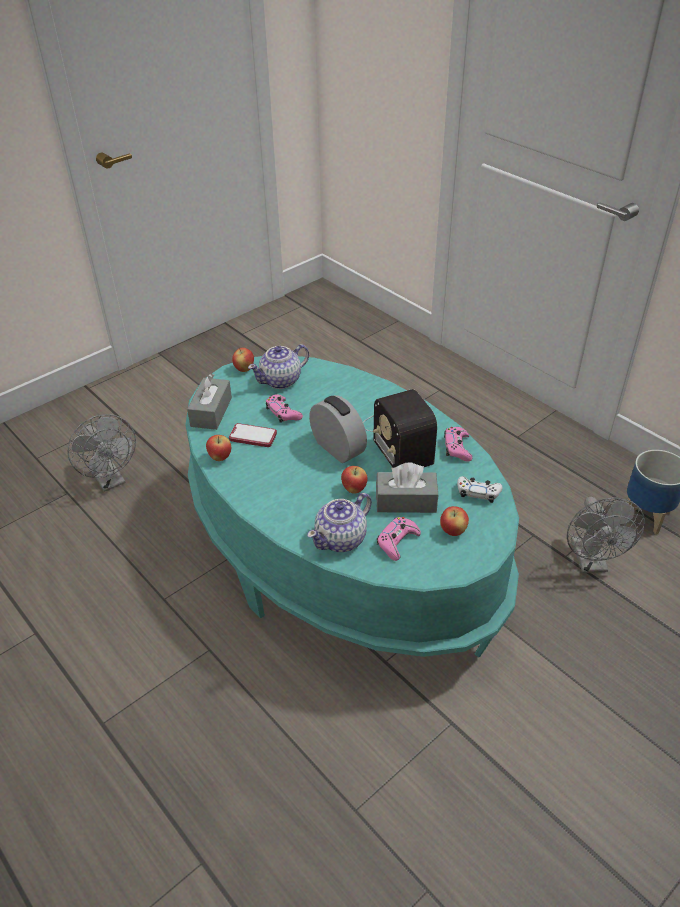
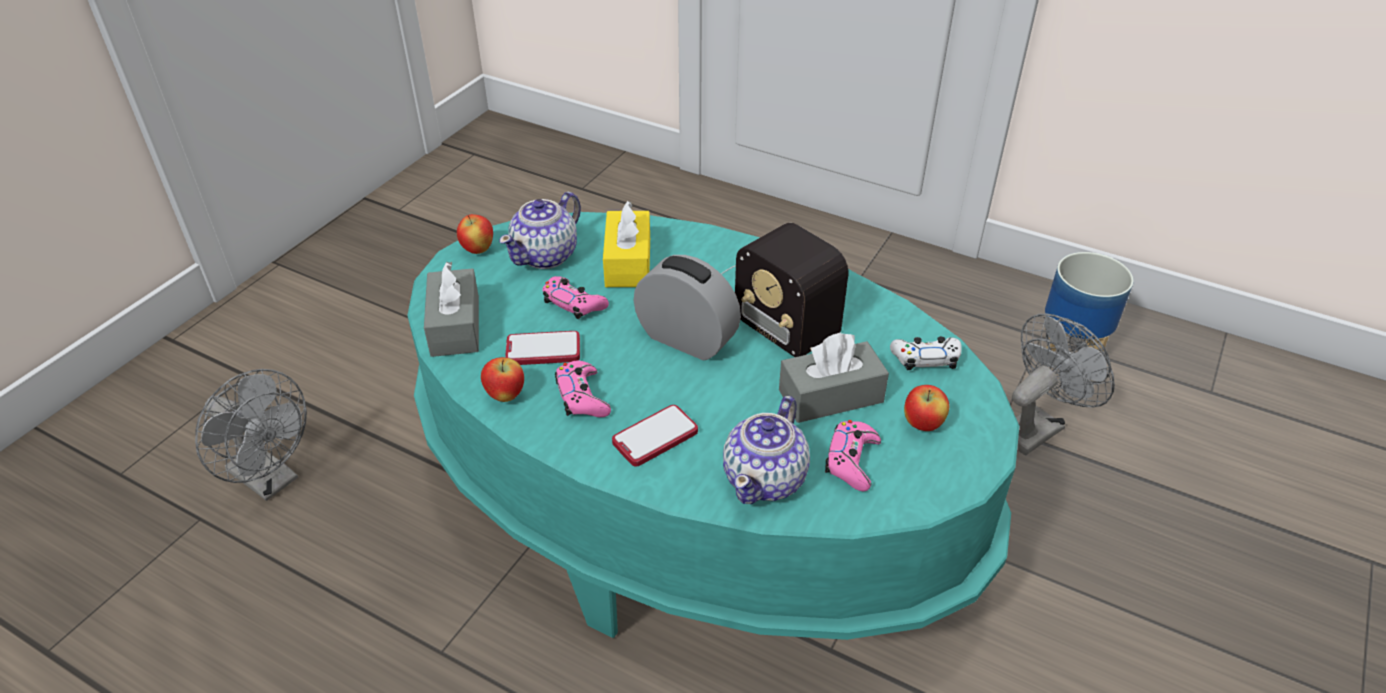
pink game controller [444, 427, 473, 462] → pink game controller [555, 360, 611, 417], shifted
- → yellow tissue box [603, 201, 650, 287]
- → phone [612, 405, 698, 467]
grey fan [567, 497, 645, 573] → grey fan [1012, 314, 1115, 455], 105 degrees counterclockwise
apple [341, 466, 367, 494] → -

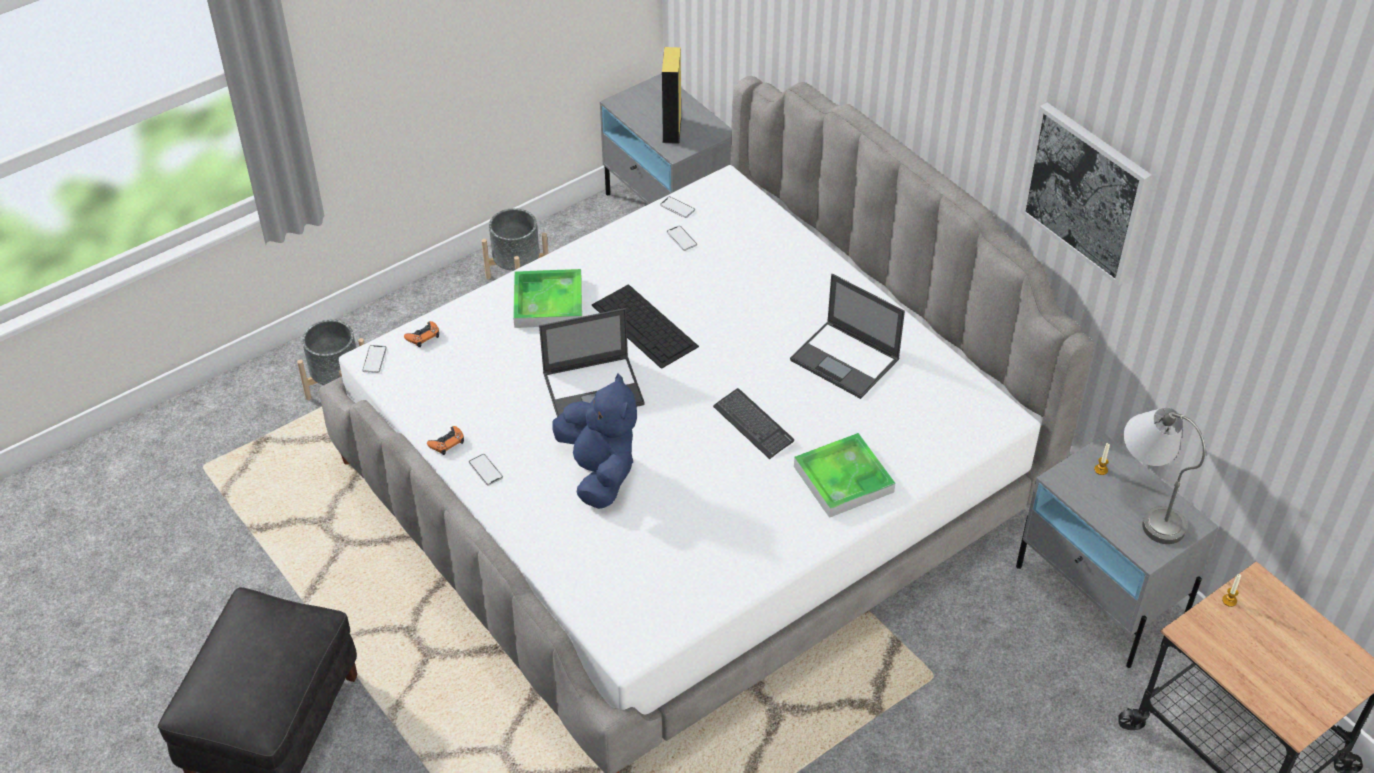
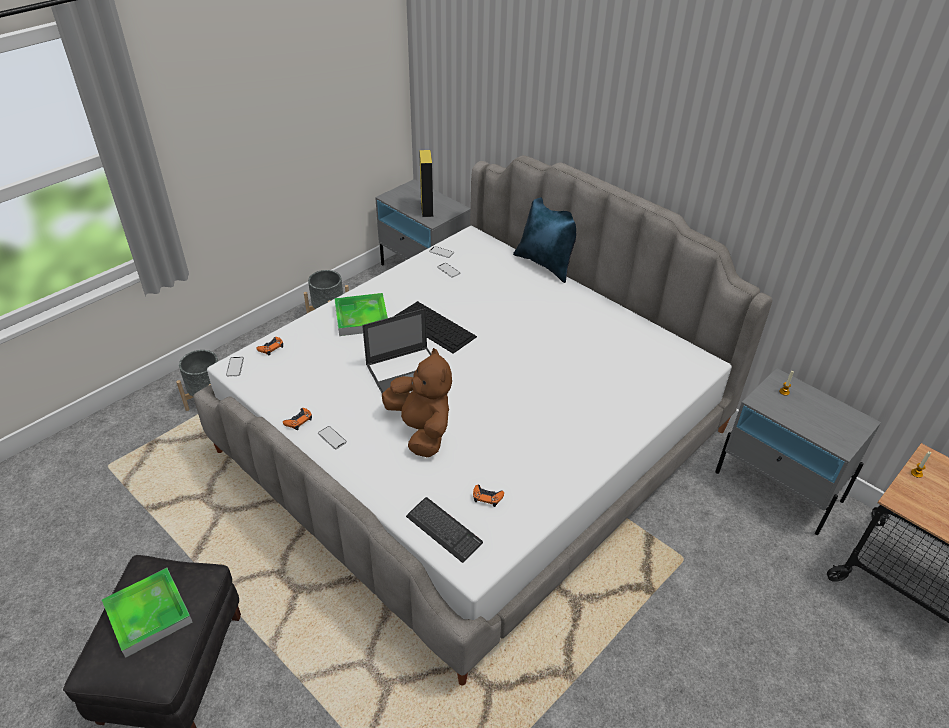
tray [794, 433, 895, 518] → tray [102, 568, 192, 658], shifted
blue plush toy [552, 374, 637, 509] → brown plush toy [382, 348, 452, 457]
keyboard [713, 388, 794, 459] → keyboard [406, 497, 483, 563], shifted
- → orange game controller [473, 485, 504, 507]
- → blue pillow [513, 197, 576, 283]
laptop [790, 274, 905, 399] → -
picture [1020, 102, 1152, 286] → -
grey table lamp [1124, 407, 1206, 544] → -

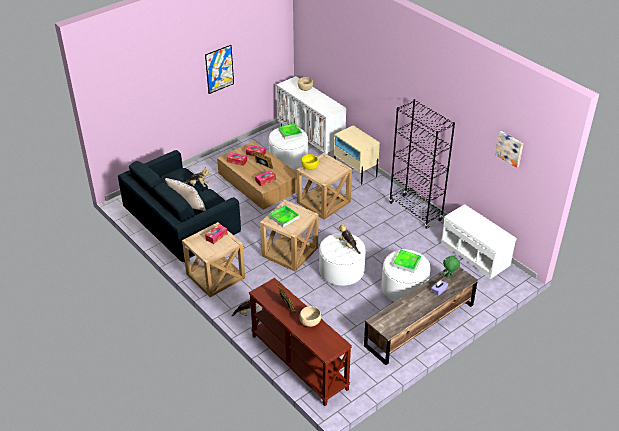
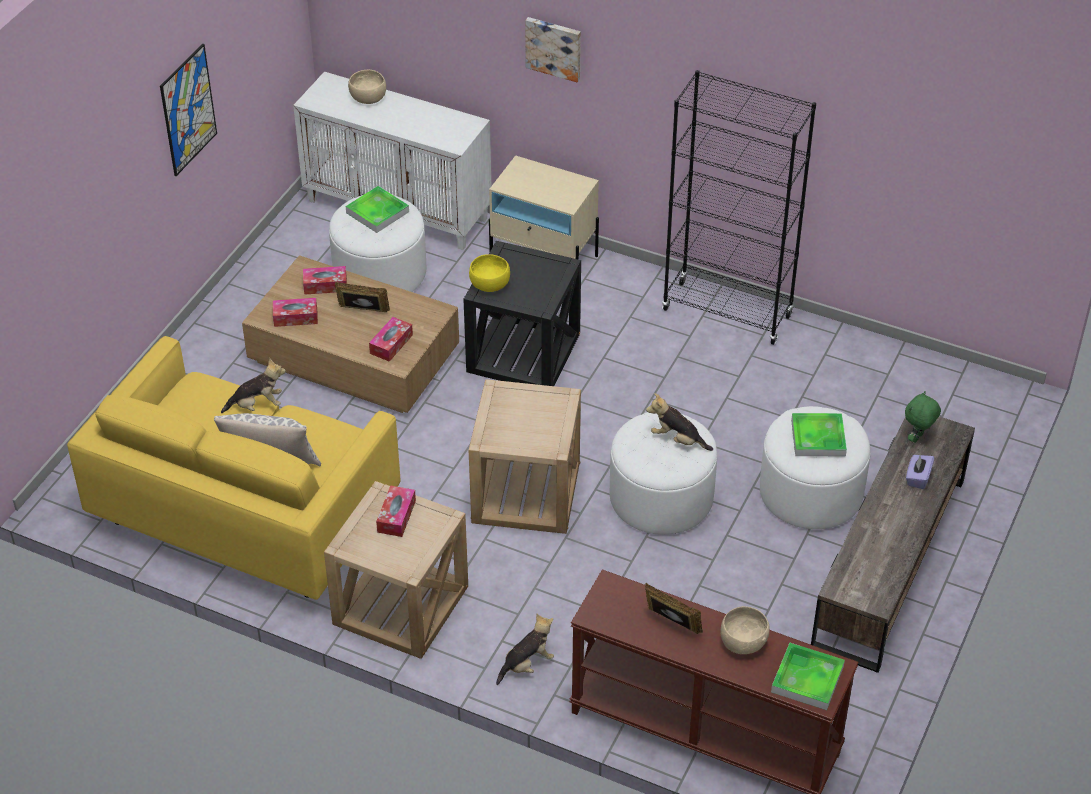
blue sofa [118, 150, 241, 263] → yellow sofa [67, 336, 401, 600]
beige side table [297, 153, 352, 220] → black side table [463, 241, 581, 386]
picture [495, 131, 523, 168] → picture [525, 17, 581, 82], shifted
tray [269, 205, 299, 228] → tray [771, 643, 845, 710], shifted
white bench [441, 204, 517, 279] → -

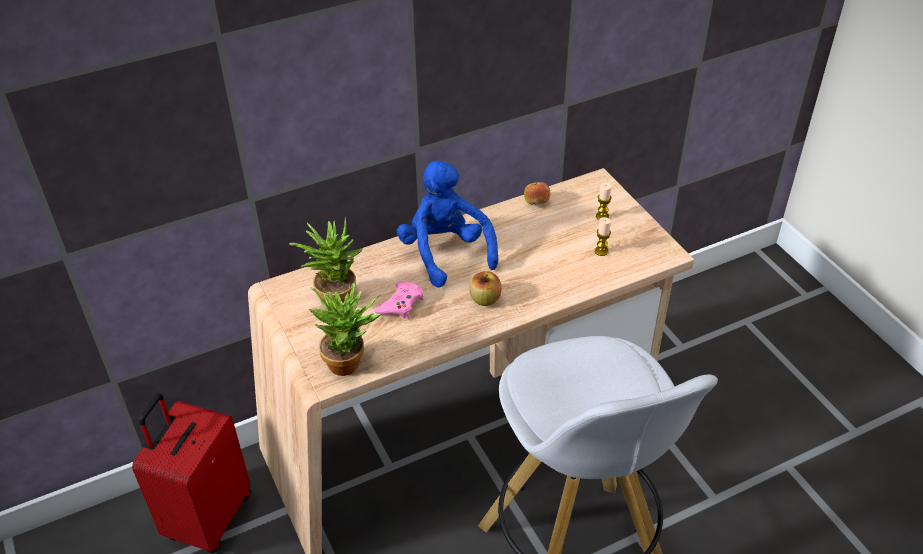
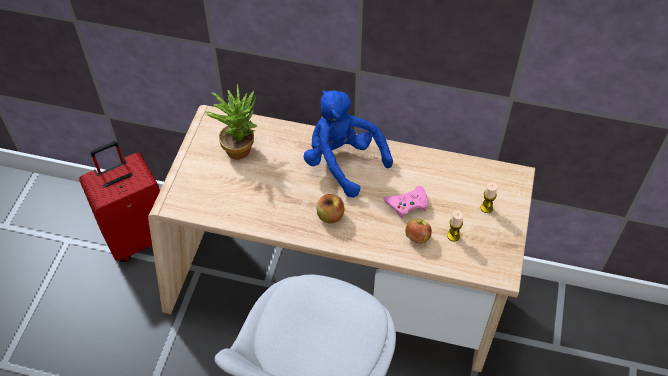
blue plush toy [397, 161, 498, 288] → blue plush toy [304, 90, 393, 198], 60 degrees counterclockwise
pink game controller [374, 281, 424, 319] → pink game controller [384, 186, 428, 219], shifted
apple [524, 181, 551, 205] → apple [405, 219, 432, 244], shifted
potted plant [309, 282, 381, 376] → -

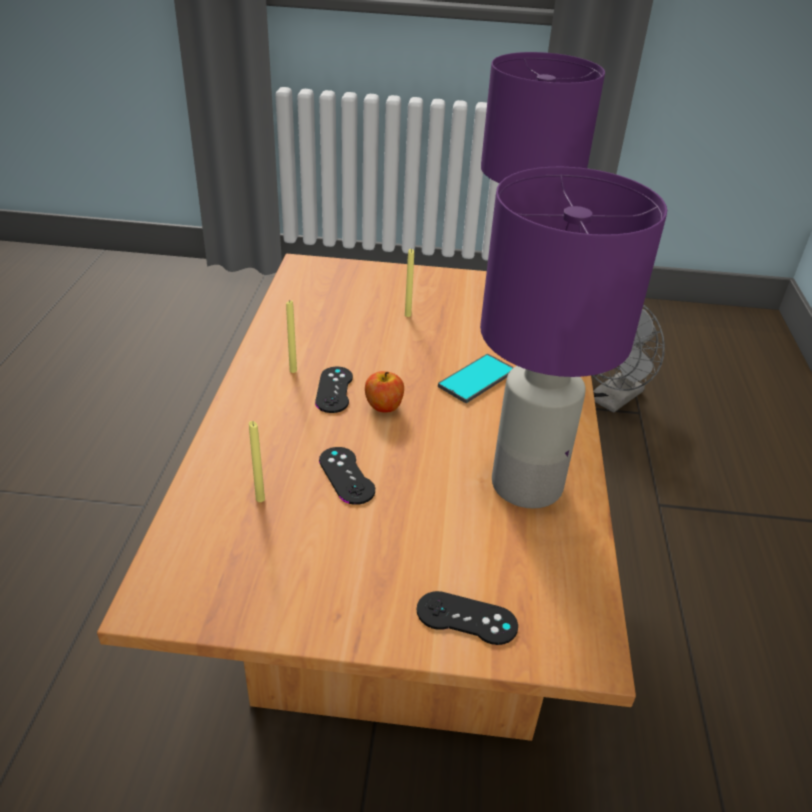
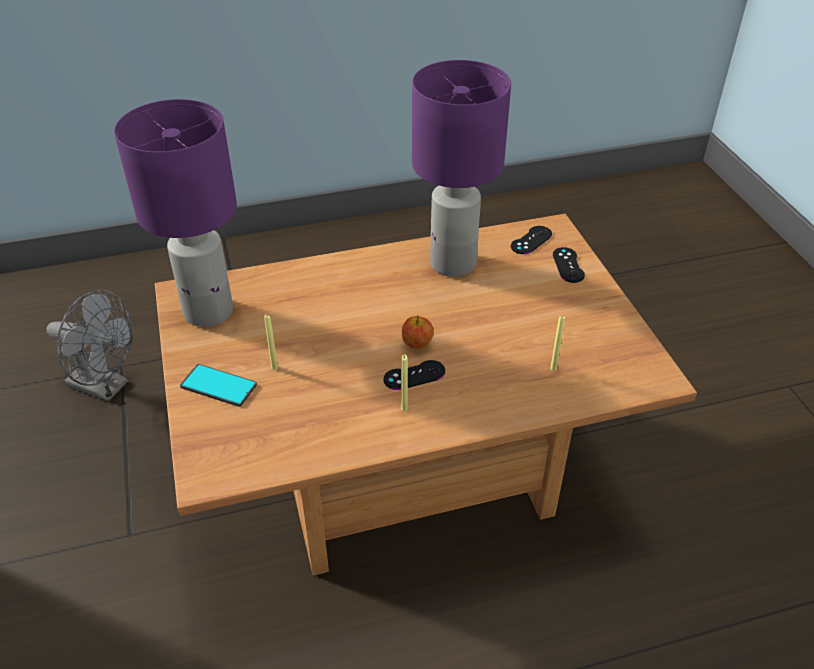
phone [438, 354, 514, 403] → phone [180, 364, 257, 407], shifted
black game controller [319, 447, 375, 505] → black game controller [511, 226, 552, 254], shifted

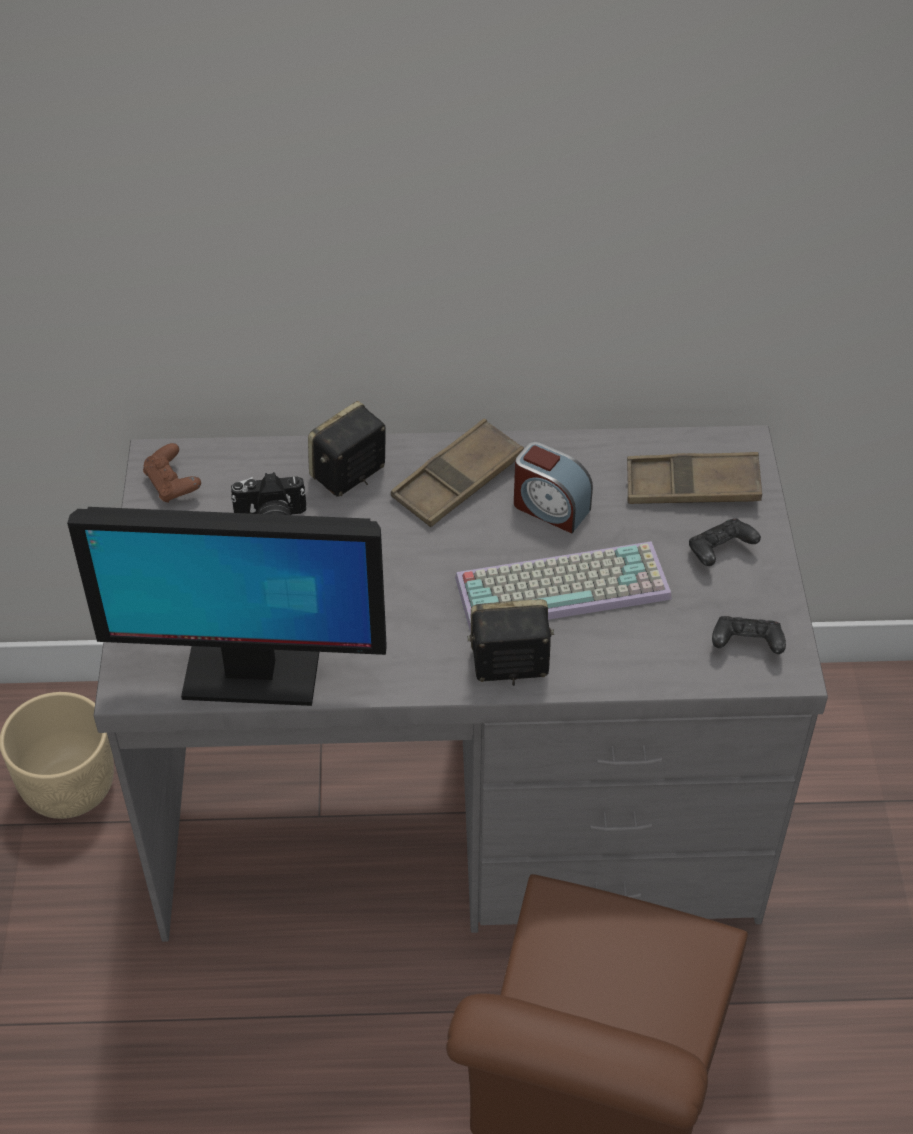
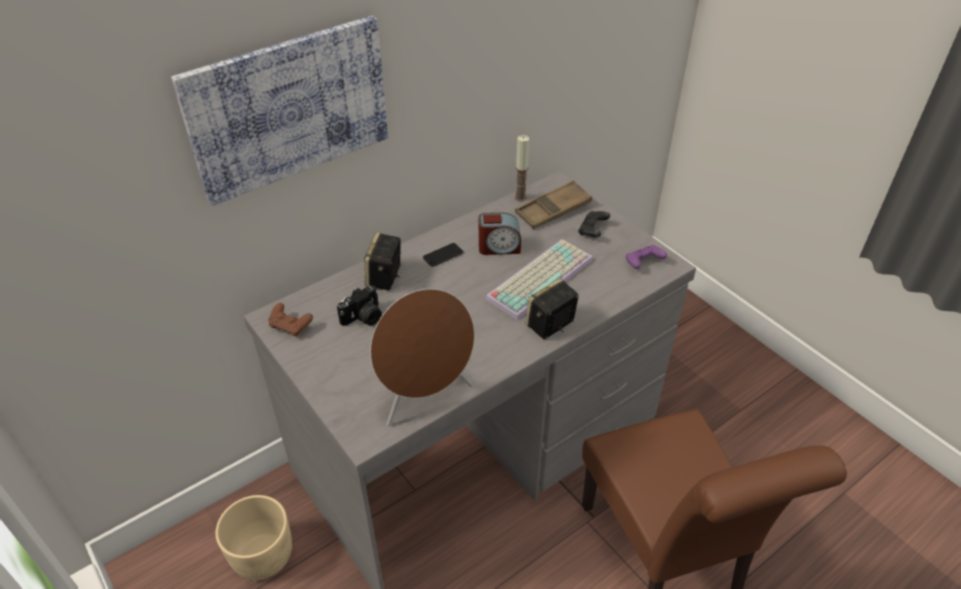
- → picture [171, 16, 388, 206]
monitor [67, 507, 387, 706] → brown speaker [370, 289, 475, 426]
brown tray [391, 418, 524, 527] → phone [423, 243, 464, 267]
- → candle [515, 135, 529, 202]
black game controller [712, 616, 786, 654] → purple game controller [626, 245, 667, 269]

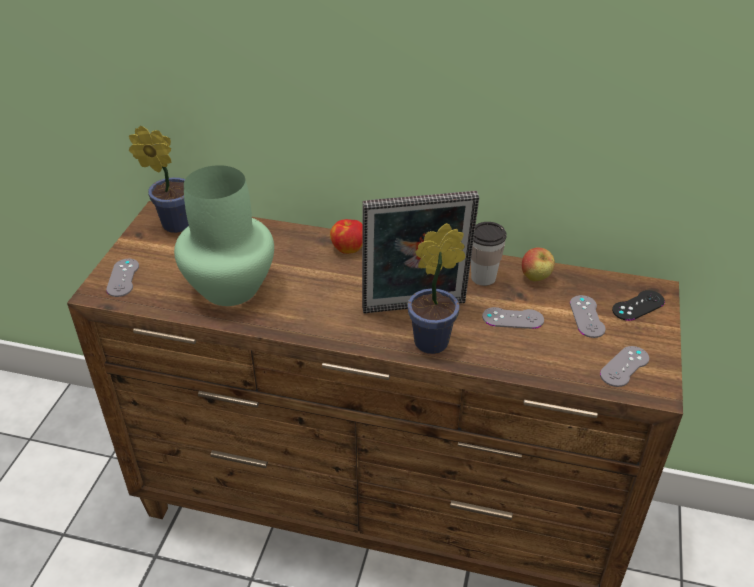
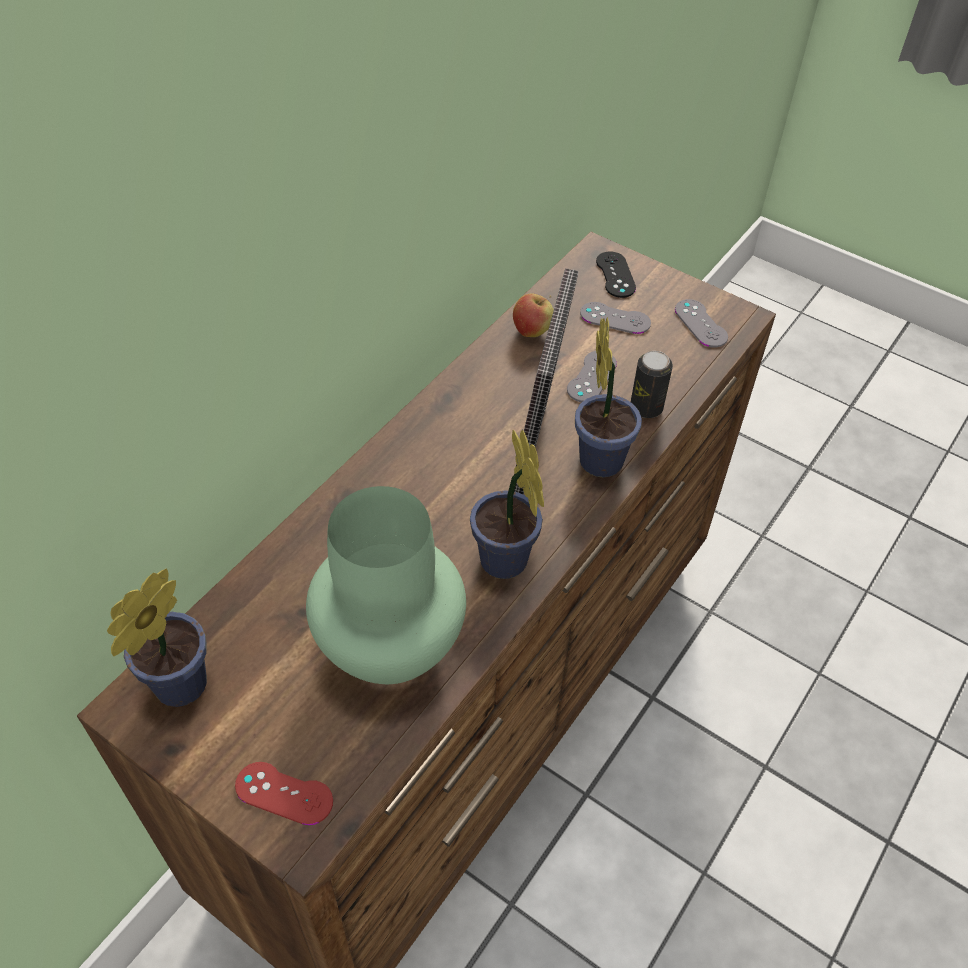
grey game controller [106, 259, 139, 297] → red game controller [235, 762, 333, 825]
- → potted plant [470, 429, 544, 579]
- → can [631, 351, 673, 418]
apple [330, 219, 362, 254] → -
cup [471, 222, 507, 286] → -

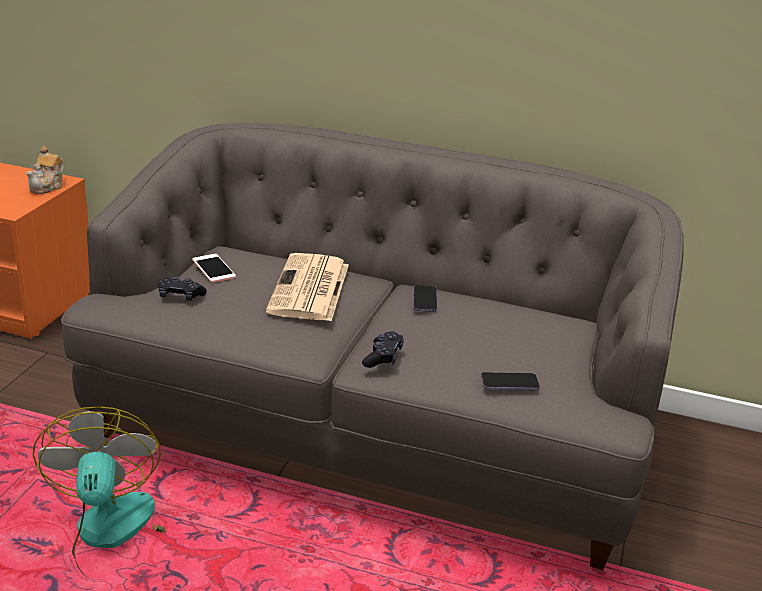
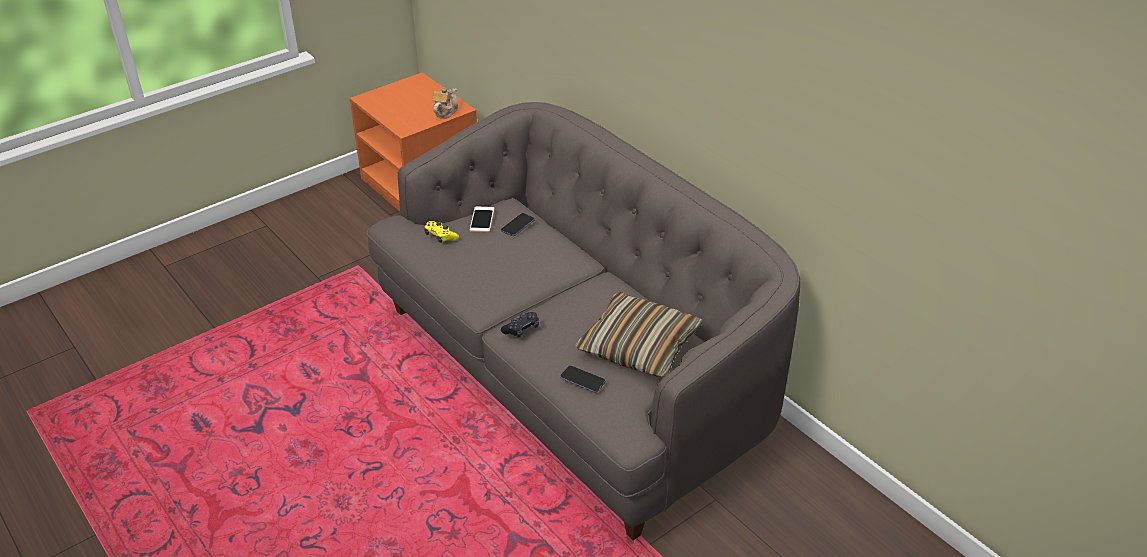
black game controller [158, 276, 207, 301] → yellow game controller [424, 221, 459, 243]
teapot [26, 146, 64, 194] → teapot [432, 88, 458, 119], 150 degrees clockwise
phone [413, 285, 437, 312] → phone [501, 213, 535, 236], shifted
- → pillow [575, 292, 703, 378]
fan [33, 406, 166, 580] → -
newspaper [266, 253, 349, 322] → -

